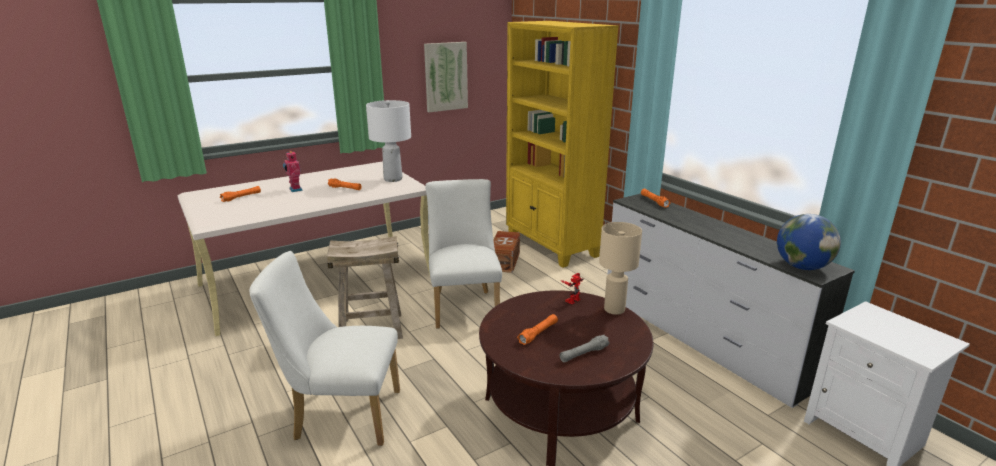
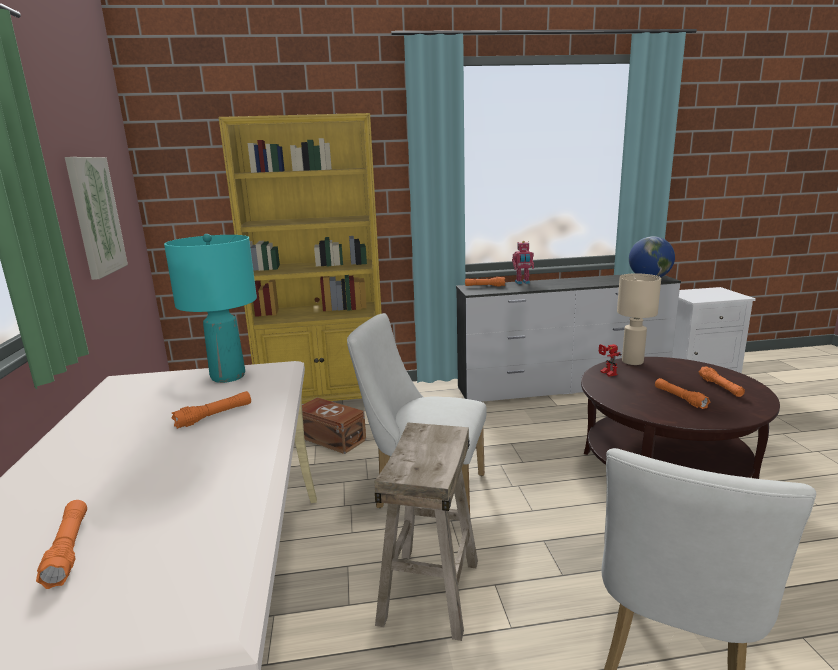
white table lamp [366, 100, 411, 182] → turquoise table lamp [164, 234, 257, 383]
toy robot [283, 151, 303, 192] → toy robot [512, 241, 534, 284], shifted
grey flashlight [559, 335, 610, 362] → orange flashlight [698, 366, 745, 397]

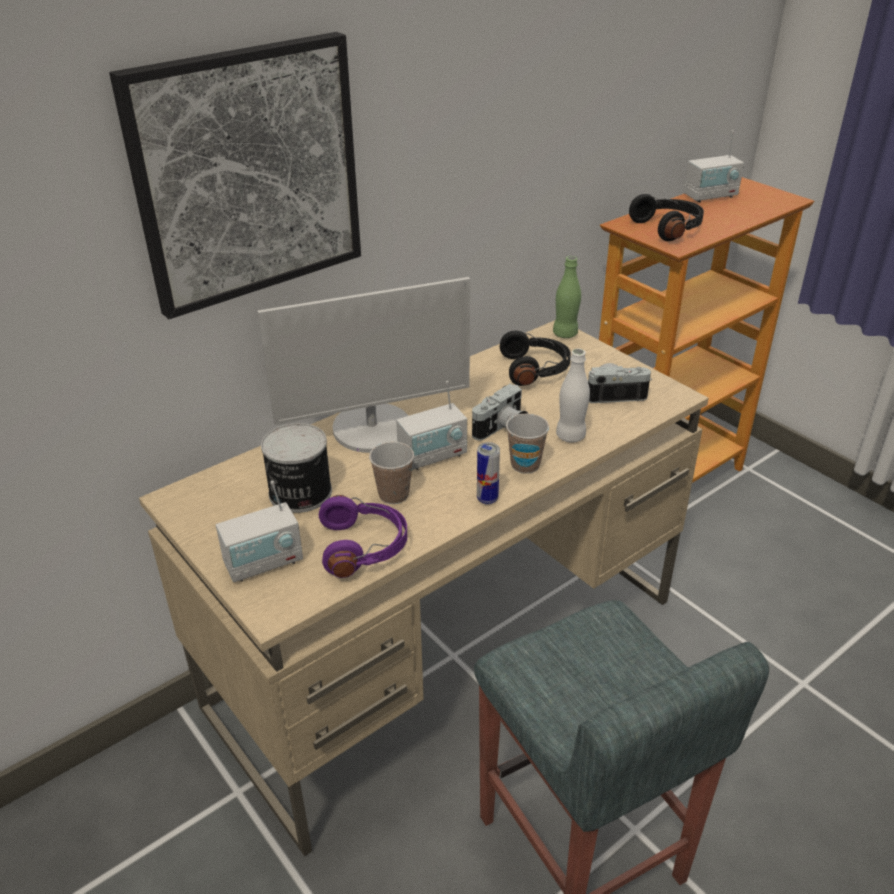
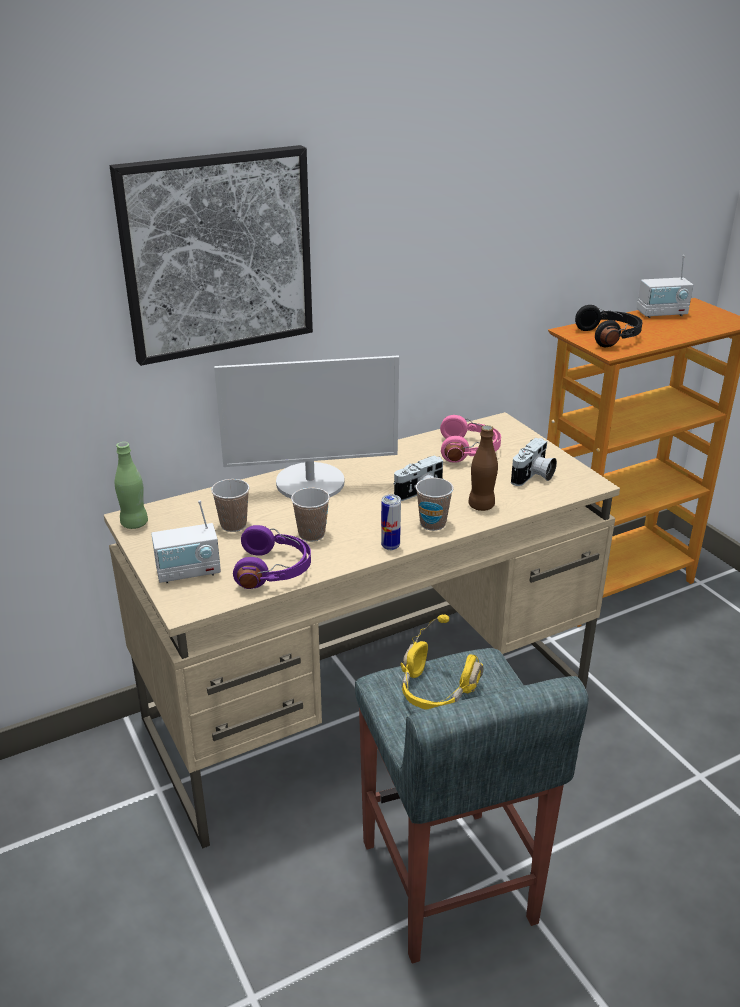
green bottle [553, 256, 581, 338] → green bottle [115, 442, 148, 529], shifted
can [261, 423, 332, 513] → cup [211, 479, 250, 532]
- → yellow headphones [400, 614, 483, 710]
black headphones [500, 331, 571, 386] → pink headphones [440, 415, 501, 463]
white bottle [556, 349, 590, 442] → brown bottle [468, 425, 498, 511]
photo camera [588, 363, 652, 403] → photo camera [511, 438, 557, 486], 120 degrees clockwise
radio [396, 381, 467, 470] → -

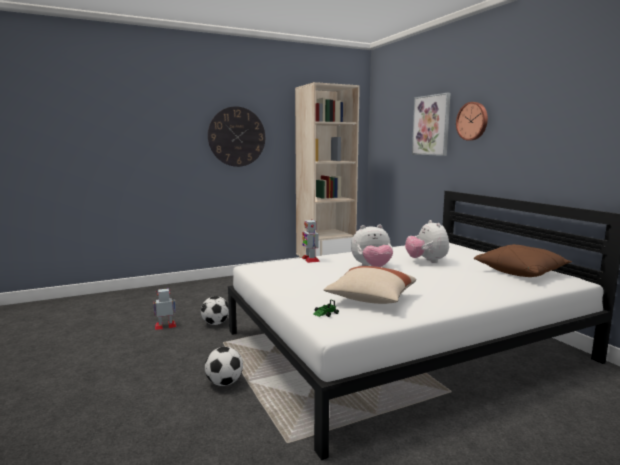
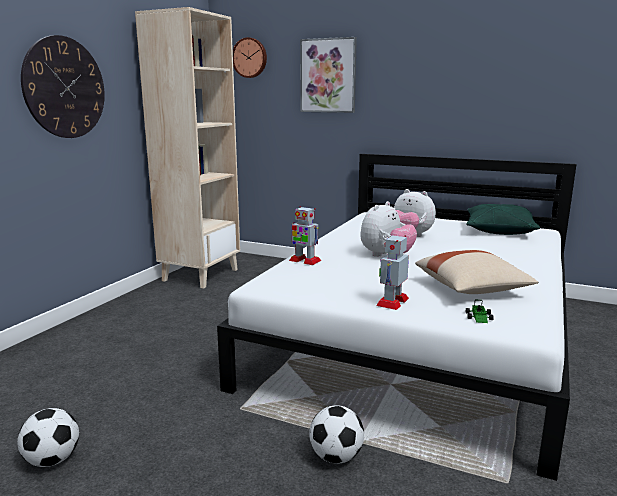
football [201, 296, 229, 325] → football [17, 408, 79, 467], shifted
wall clock [456, 102, 488, 141] → wall clock [233, 37, 267, 78], shifted
toy robot [153, 288, 176, 330] → toy robot [376, 235, 409, 310], shifted
brown pillow [474, 244, 572, 277] → green pillow [466, 204, 540, 235]

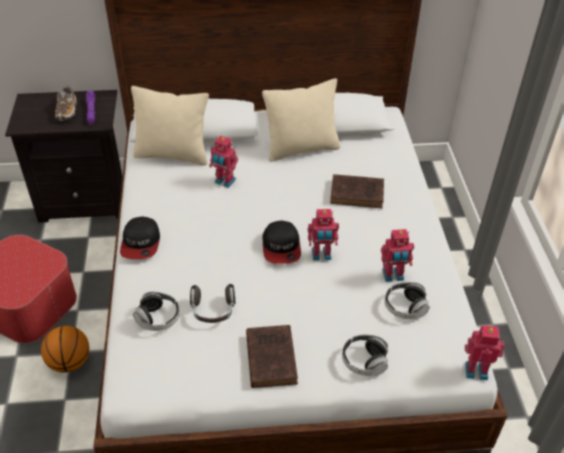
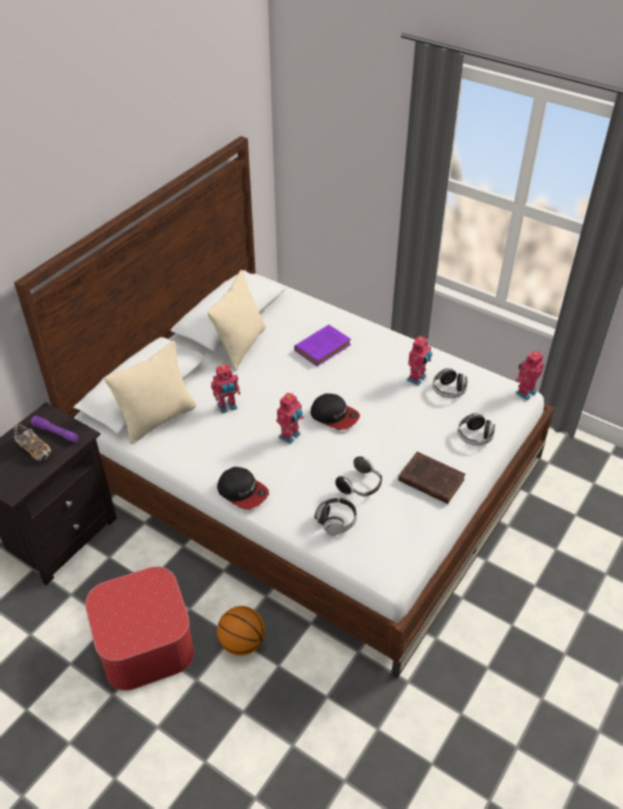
toy robot [308, 209, 339, 261] → toy robot [276, 392, 304, 444], shifted
brown book [330, 174, 384, 208] → purple book [294, 325, 351, 367]

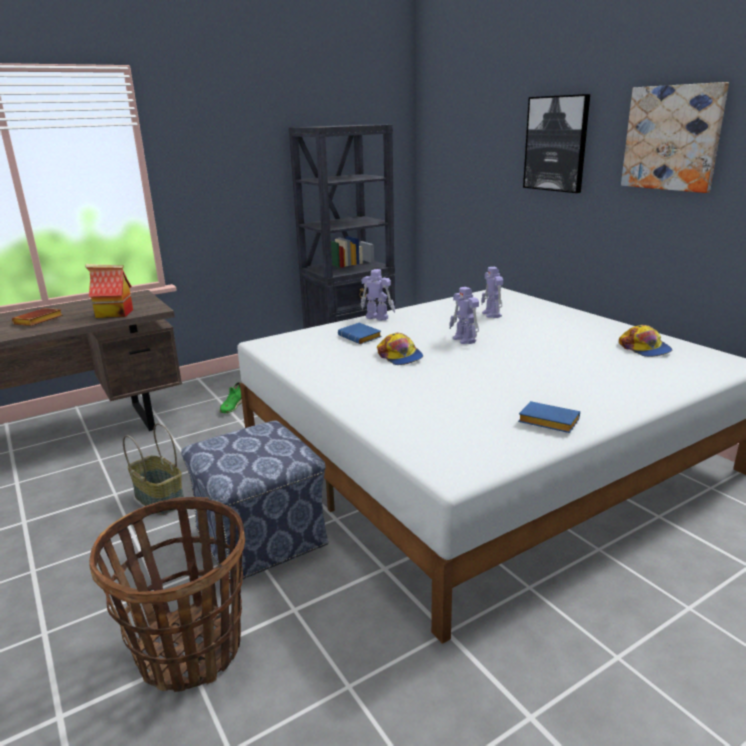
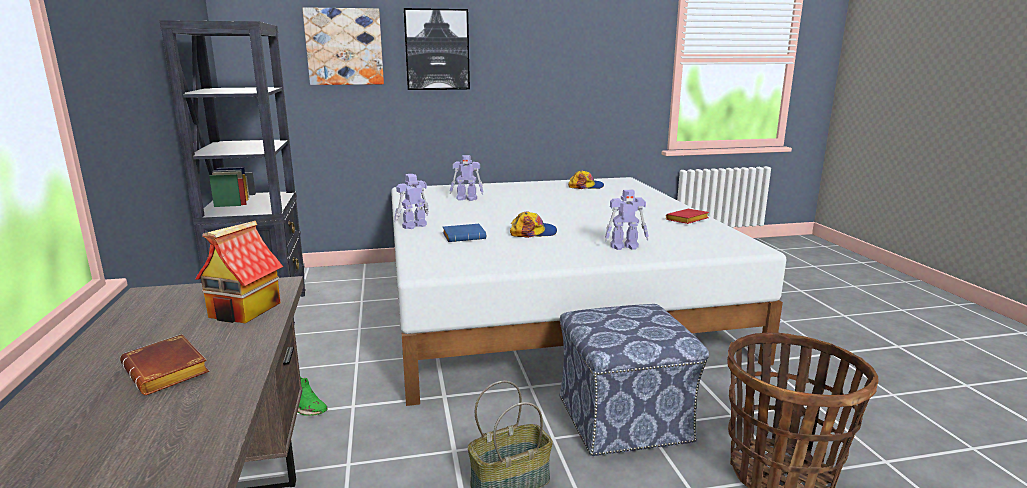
picture [621, 82, 729, 193] → picture [302, 7, 384, 85], shifted
toy robot [449, 287, 479, 344] → toy robot [605, 190, 649, 250], shifted
blue book [518, 401, 580, 433] → red book [666, 209, 709, 224]

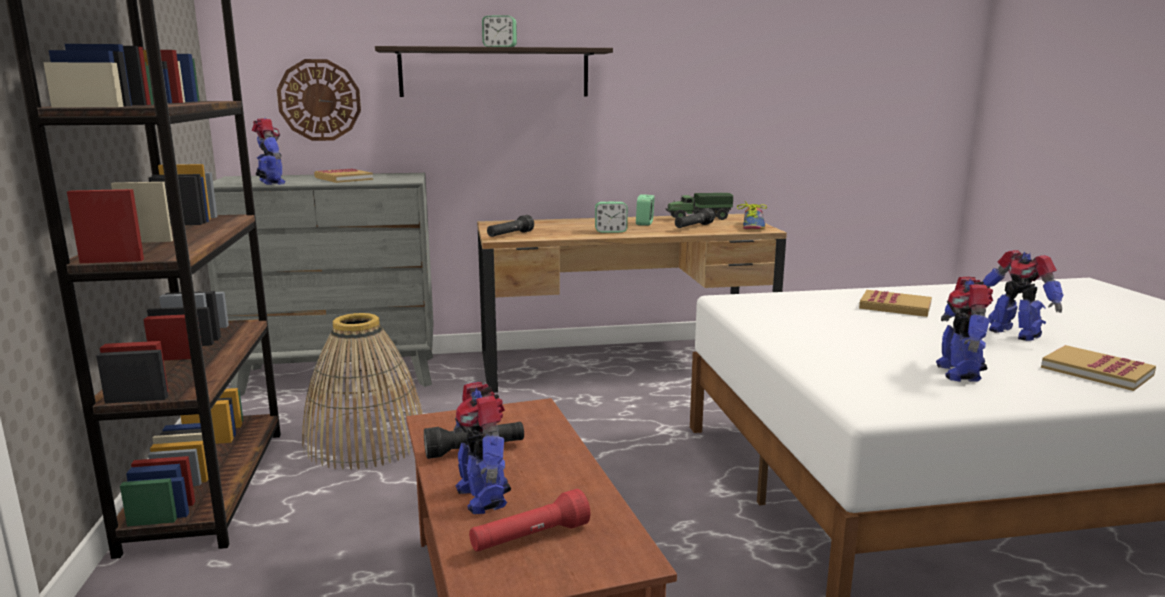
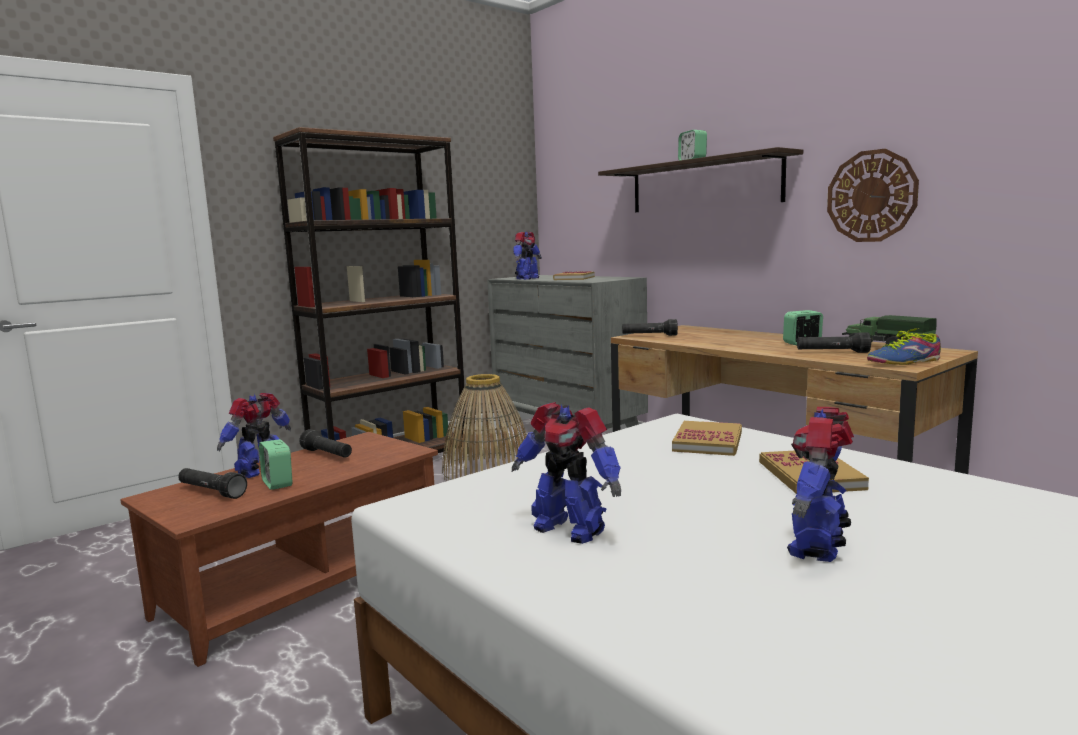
red flashlight [469, 489, 590, 552] → black flashlight [178, 468, 247, 499]
alarm clock [595, 201, 628, 233] → alarm clock [259, 439, 292, 490], shifted
toy robot [936, 277, 993, 382] → toy robot [512, 402, 621, 544], 120 degrees counterclockwise
book [1041, 345, 1156, 391] → book [672, 421, 742, 456], shifted
wall clock [277, 59, 361, 141] → wall clock [827, 149, 919, 242], shifted

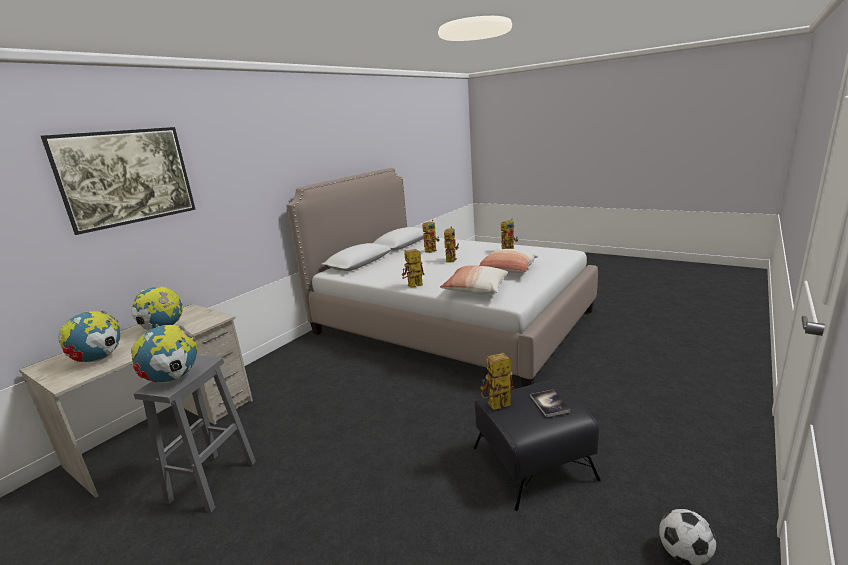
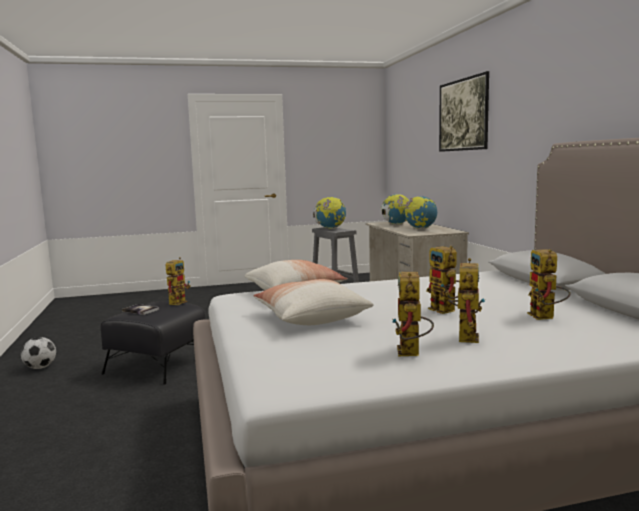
toy robot [402, 249, 424, 288] → toy robot [448, 258, 485, 343], shifted

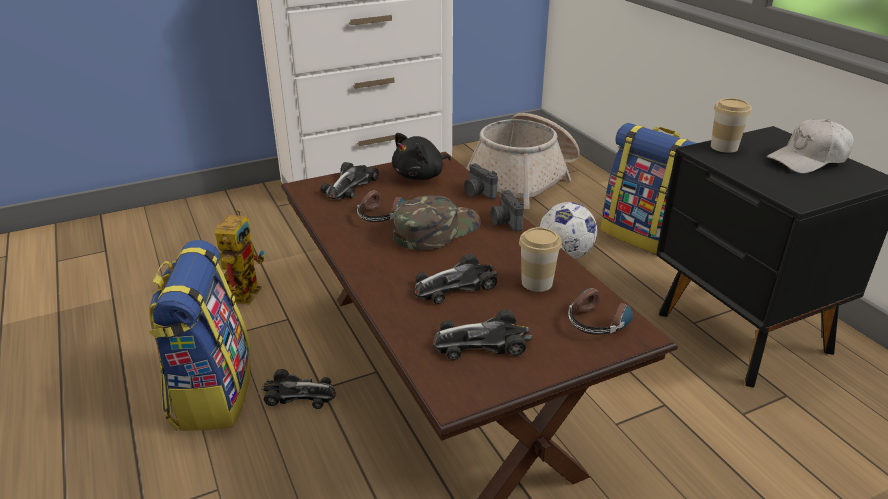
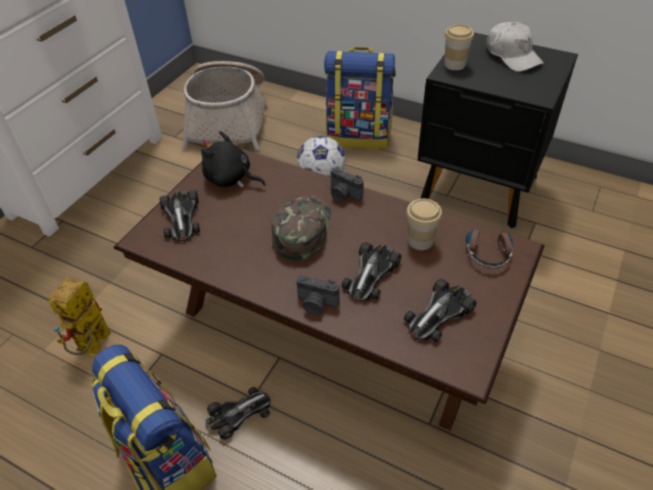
toy robot [215, 208, 265, 304] → toy robot [49, 277, 111, 356], 135 degrees counterclockwise
black plush toy [392, 133, 451, 180] → black plush toy [201, 131, 266, 188], 105 degrees clockwise
photo camera [464, 163, 498, 199] → photo camera [296, 275, 340, 315], shifted
white cap [767, 119, 853, 174] → white cap [486, 22, 544, 72], 60 degrees counterclockwise
headphones [357, 190, 406, 222] → -

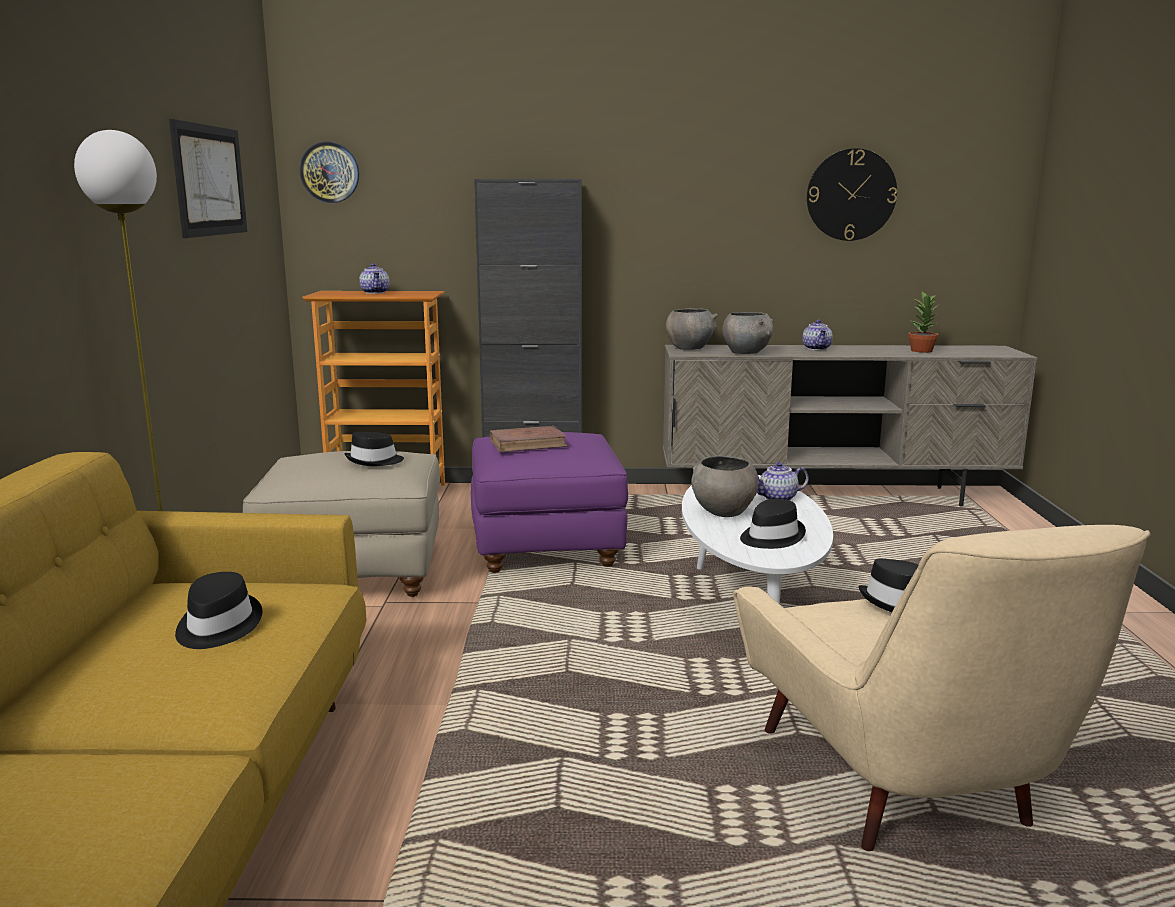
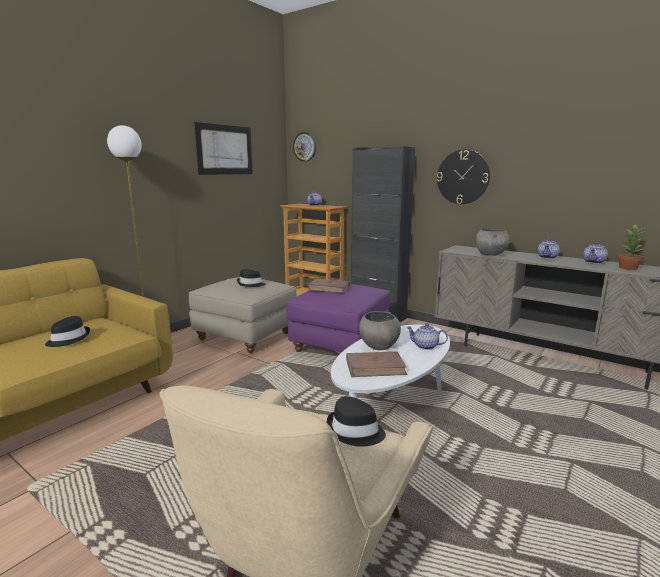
black hat [740, 499, 806, 549] → brown book [346, 351, 407, 377]
wall clock [807, 148, 897, 241] → wall clock [437, 150, 490, 204], shifted
- → teapot [583, 242, 608, 264]
grey bowl [666, 308, 718, 350] → -

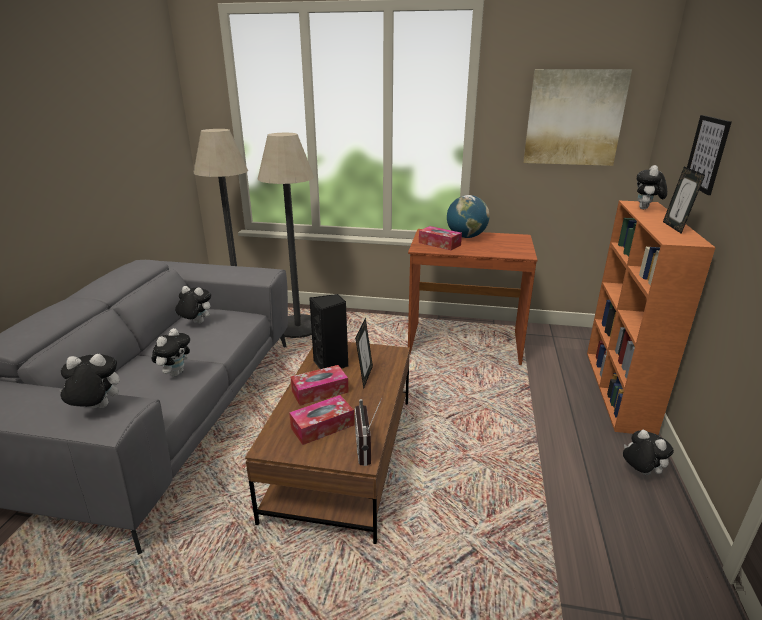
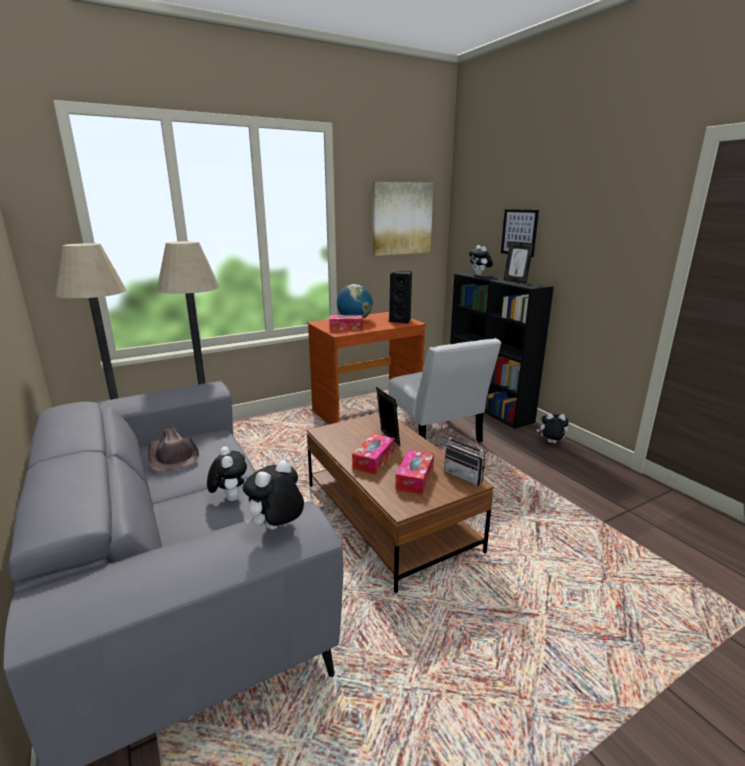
plush toy [175, 286, 211, 324] → brown hat [148, 428, 199, 471]
- → white chair [388, 338, 502, 443]
black speaker [309, 294, 348, 369] → black speaker [389, 271, 412, 324], shifted
orange bookcase [587, 201, 716, 435] → black bookcase [450, 272, 554, 429]

